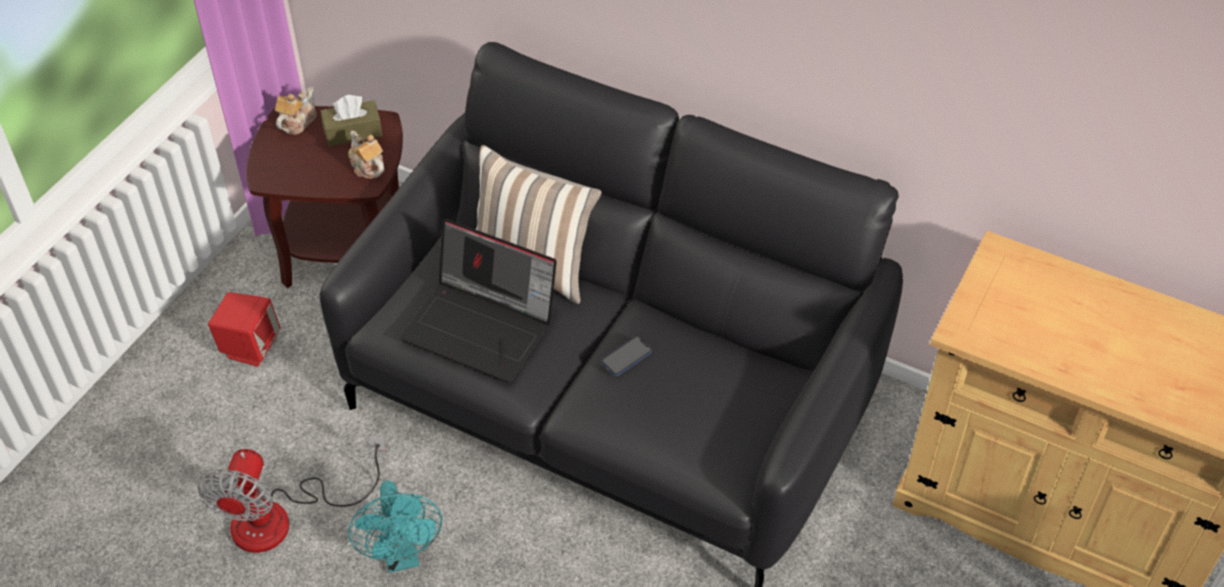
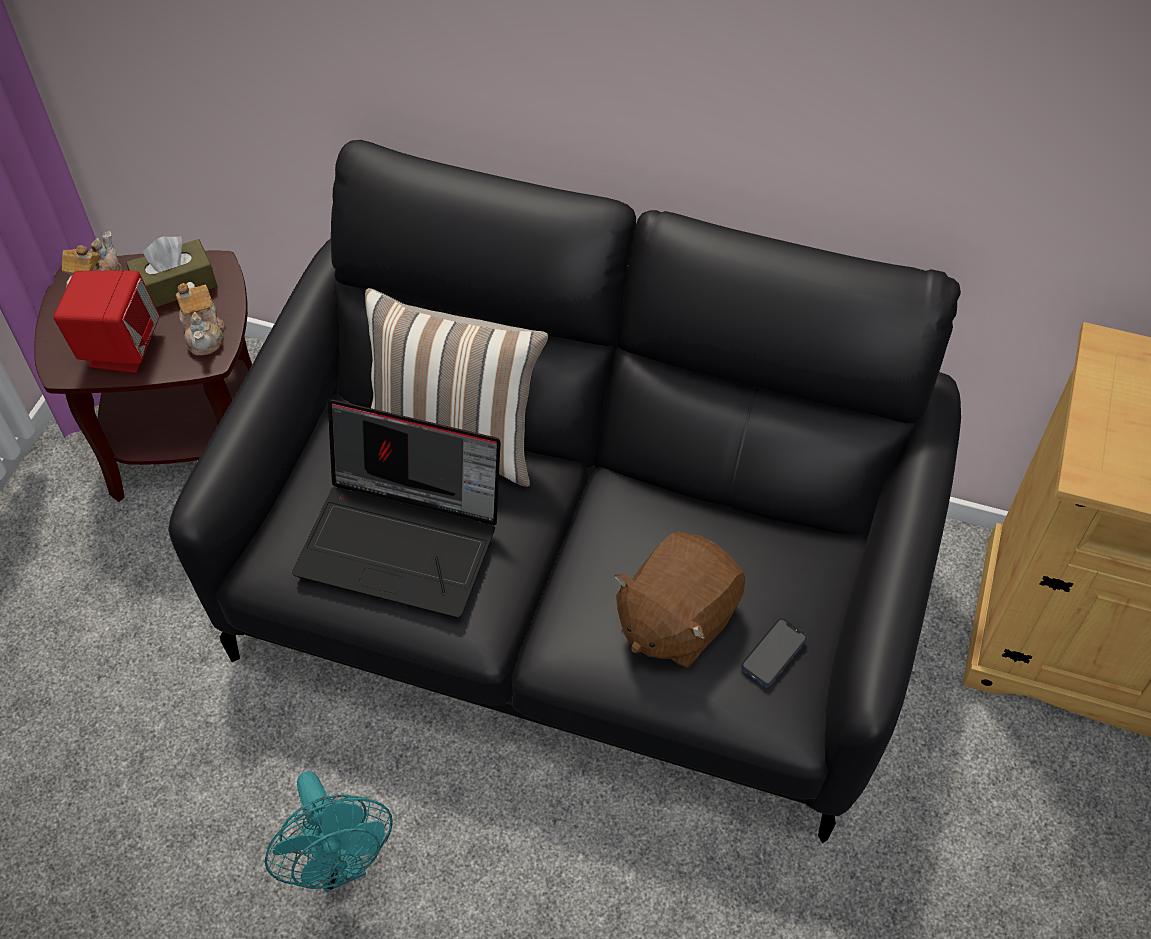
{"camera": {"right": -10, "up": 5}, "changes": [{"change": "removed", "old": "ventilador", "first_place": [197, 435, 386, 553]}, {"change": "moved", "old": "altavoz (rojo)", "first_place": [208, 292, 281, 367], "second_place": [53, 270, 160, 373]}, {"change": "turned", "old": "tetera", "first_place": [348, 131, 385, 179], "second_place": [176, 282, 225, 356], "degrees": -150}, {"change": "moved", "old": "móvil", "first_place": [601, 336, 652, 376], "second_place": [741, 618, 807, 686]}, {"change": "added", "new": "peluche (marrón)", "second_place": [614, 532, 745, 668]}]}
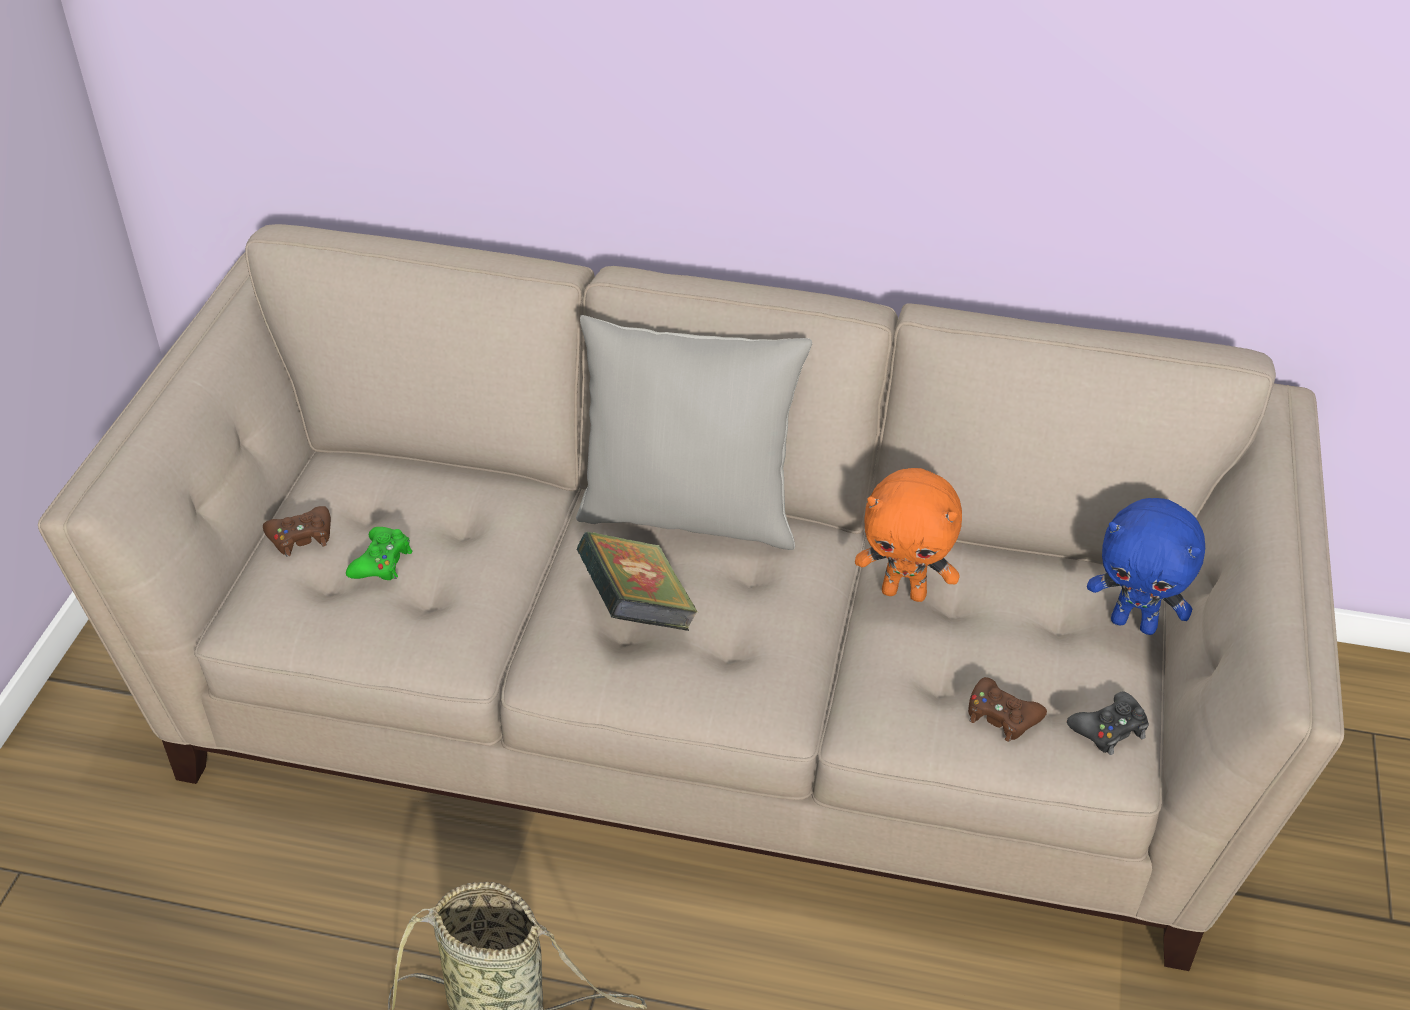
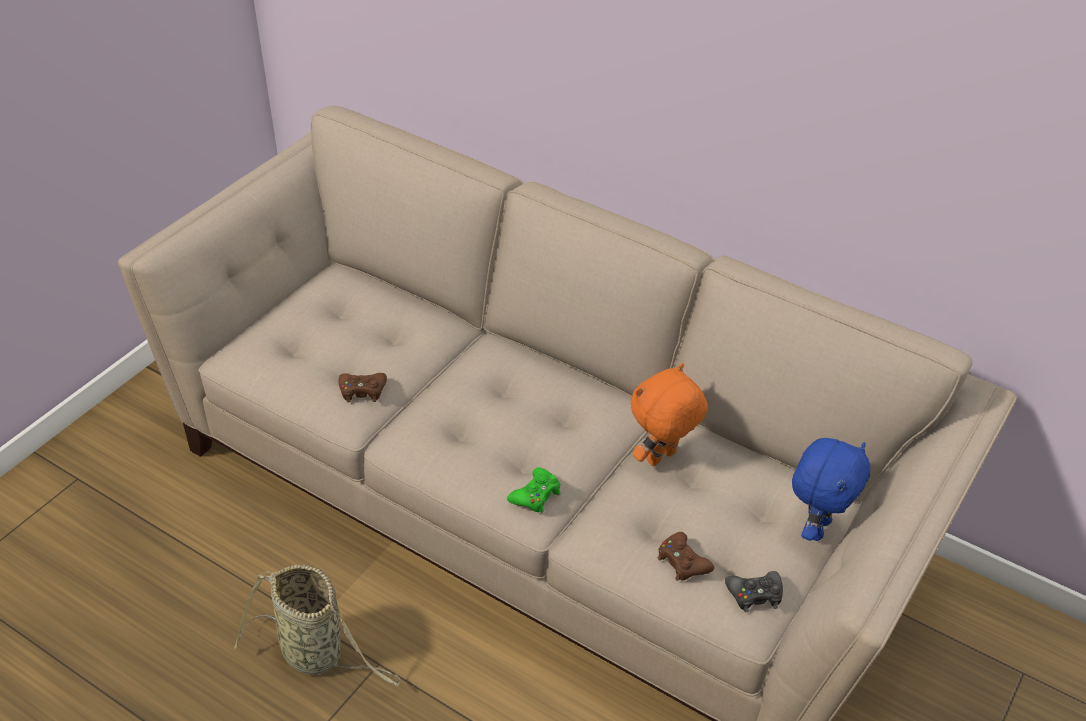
{"camera": {"right": 20, "up": 0}, "changes": [{"change": "moved", "old": "mando de consola (marrón)", "first_place": [263, 506, 331, 557], "second_place": [339, 373, 387, 403]}, {"change": "moved", "old": "mando de consola (verde)", "first_place": [346, 527, 412, 580], "second_place": [507, 467, 561, 513]}, {"change": "removed", "old": "cojín (gris)", "first_place": [576, 315, 812, 550]}, {"change": "removed", "old": "libro", "first_place": [576, 532, 698, 631]}, {"change": "turned", "old": "peluche (naranja)", "first_place": [855, 468, 962, 602], "second_place": [631, 363, 708, 466], "degrees": 105}, {"change": "turned", "old": "peluche (azul)", "first_place": [1087, 498, 1205, 635], "second_place": [792, 438, 870, 541], "degrees": -105}]}
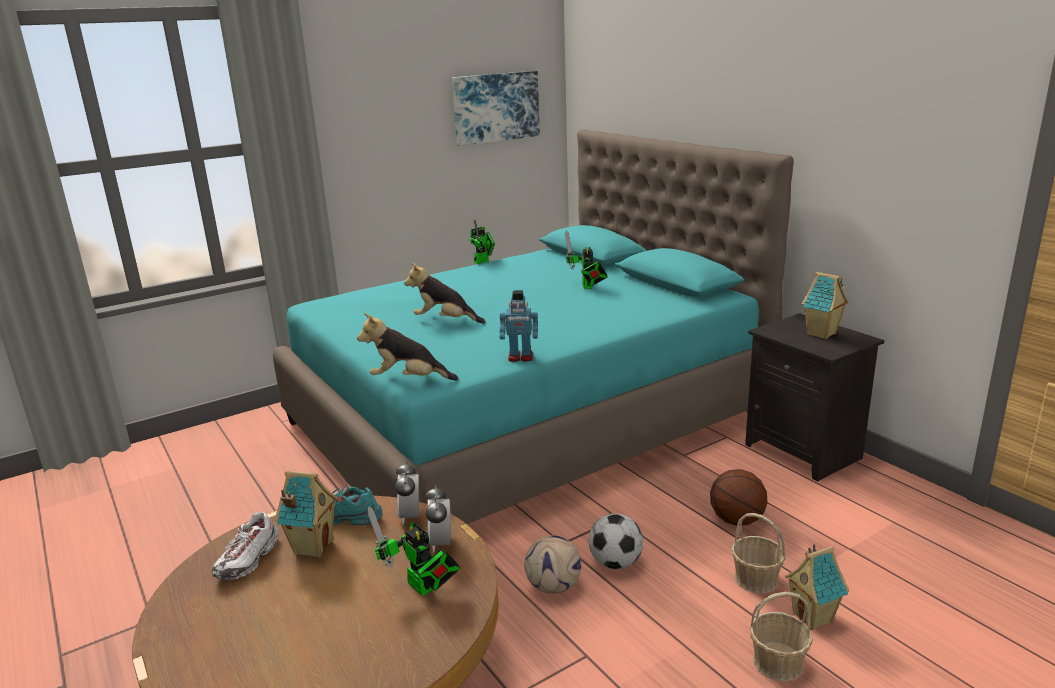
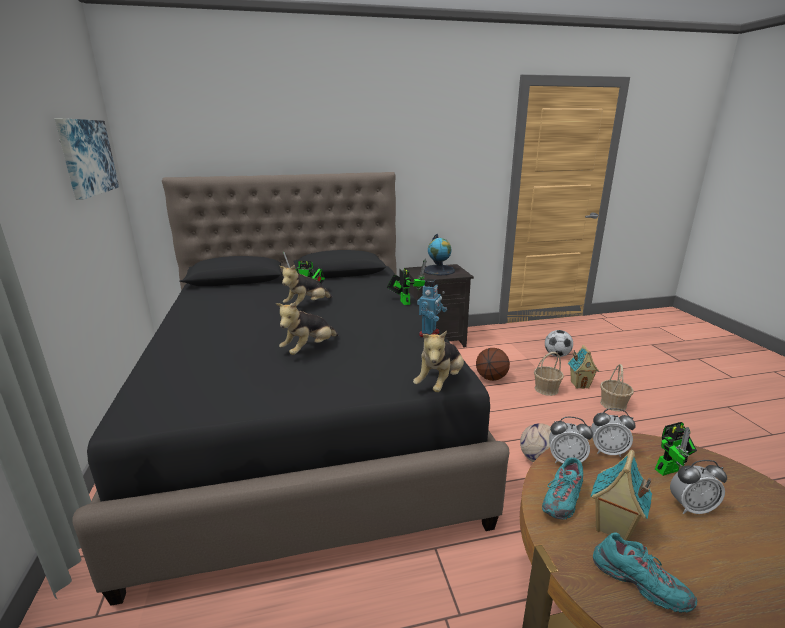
{"camera": {"right": -70, "up": 0}, "changes": [{"change": "recoloured", "old": "zapato (blanco)", "new": "zapato (turquesa)", "first_place": [212, 512, 279, 580], "second_place": [593, 532, 697, 613]}, {"change": "recoloured", "old": "cama (turquesa)", "new": "cama (negro)", "first_place": [273, 130, 794, 524], "second_place": [72, 172, 510, 606]}, {"change": "moved", "old": "robot de juguete", "first_place": [470, 219, 495, 264], "second_place": [387, 259, 427, 305]}, {"change": "moved", "old": "balón de fútbol", "first_place": [589, 513, 643, 569], "second_place": [545, 330, 573, 357]}, {"change": "replaced", "old": "casita", "new": "globo terráqueo", "first_place": [802, 272, 849, 339], "second_place": [424, 234, 455, 276]}, {"change": "added", "new": "peluche", "second_place": [280, 265, 332, 306]}, {"change": "added", "new": "despertador", "second_place": [670, 460, 727, 514]}]}
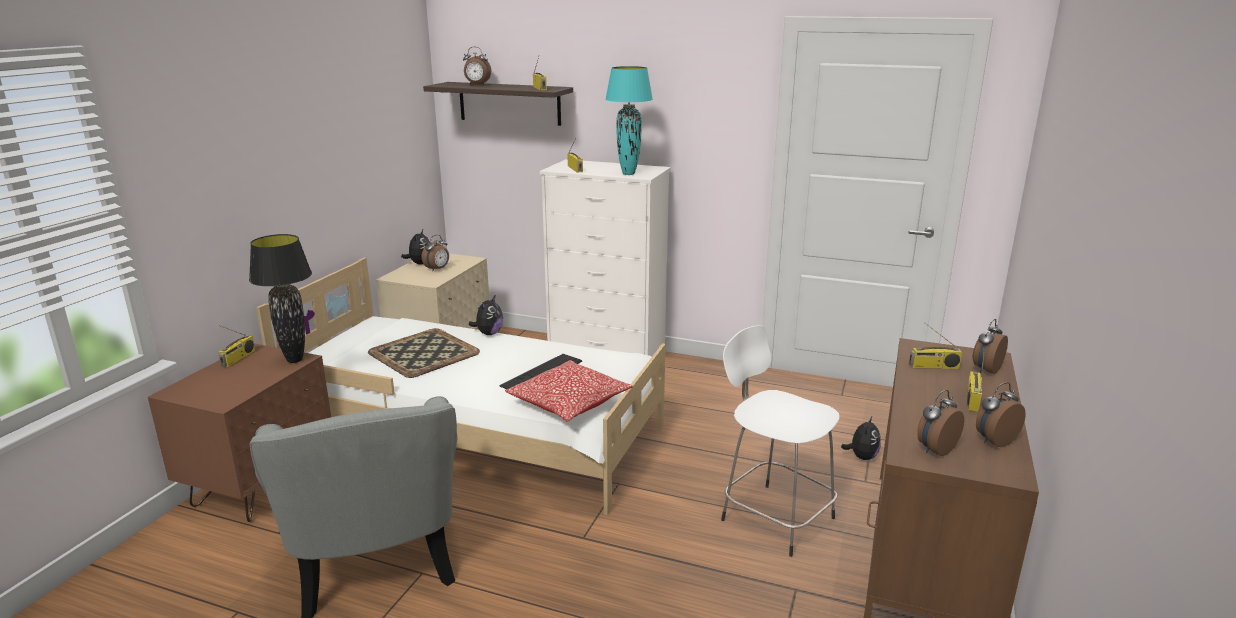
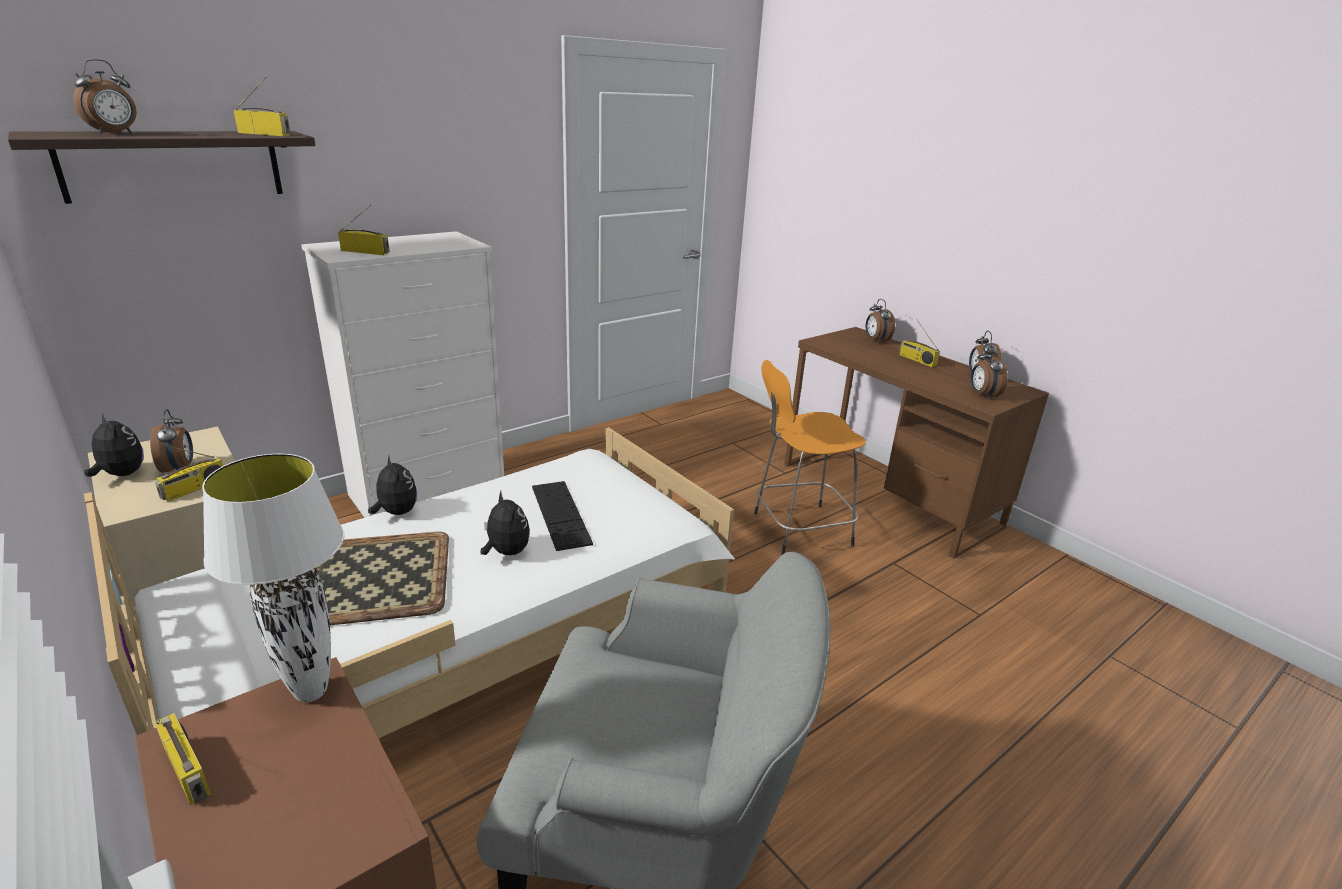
{"camera": {"right": -60, "up": 5}, "changes": [{"change": "recoloured", "old": "lámpara de mesa (negro)", "new": "lámpara de mesa (blanco)", "first_place": [249, 234, 312, 363], "second_place": [202, 454, 344, 702]}, {"change": "removed", "old": "cojín", "first_place": [505, 360, 633, 422]}, {"change": "removed", "old": "lámpara de mesa (turquesa)", "first_place": [605, 66, 653, 175]}, {"change": "recoloured", "old": "taburete (blanco)", "new": "taburete (naranja)", "first_place": [721, 325, 839, 557], "second_place": [754, 360, 866, 555]}, {"change": "moved", "old": "peluche", "first_place": [841, 416, 881, 460], "second_place": [480, 491, 530, 555]}, {"change": "moved", "old": "radio", "first_place": [909, 323, 962, 369], "second_place": [155, 443, 223, 502]}]}
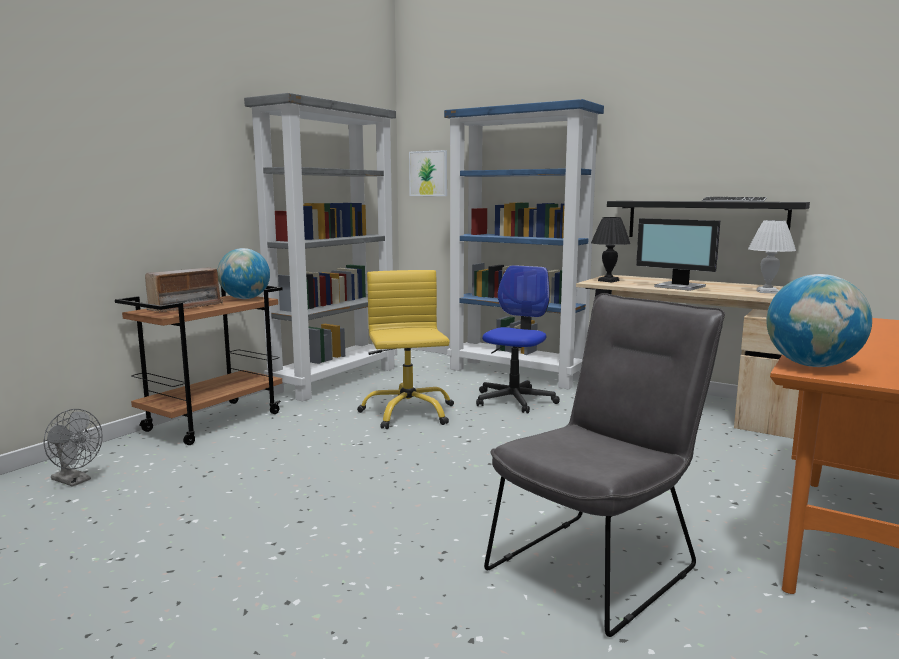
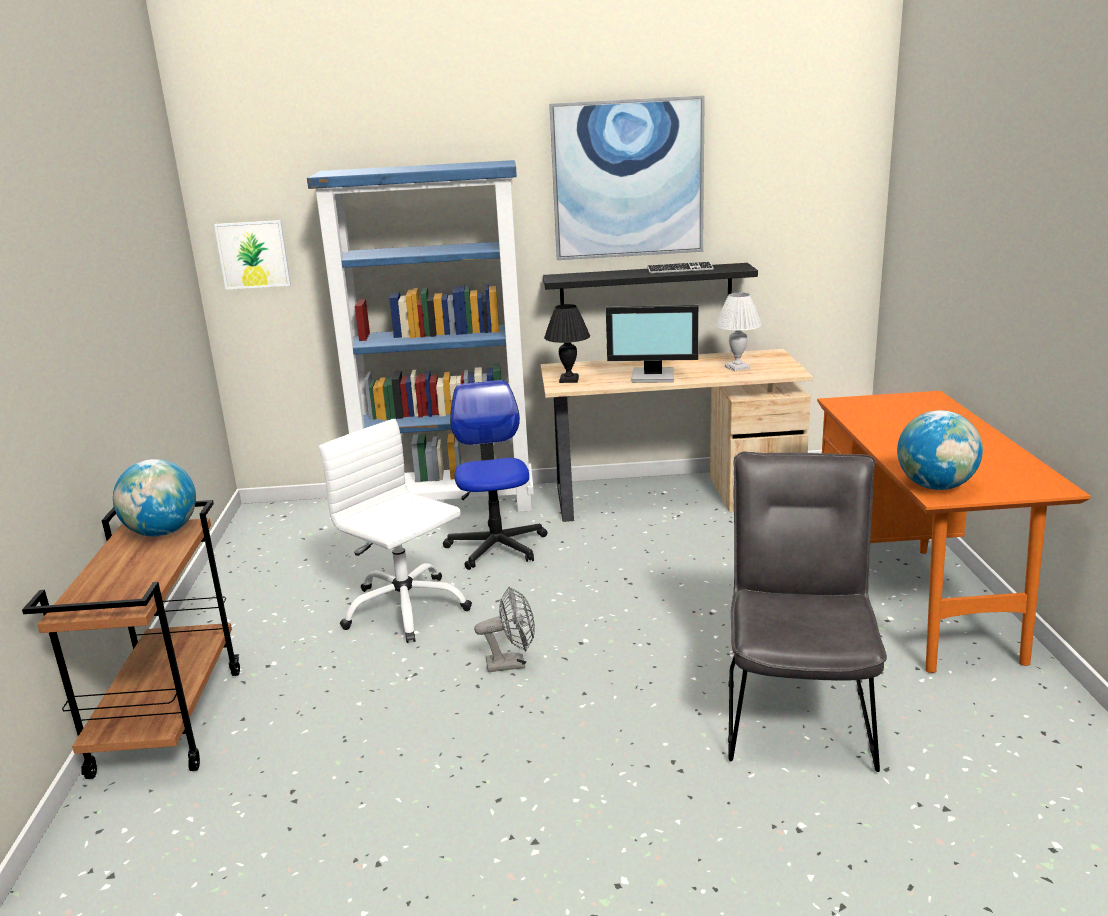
{"camera": {"right": -35, "up": 10}, "changes": [{"change": "moved", "old": "ventilador (gris)", "first_place": [43, 409, 103, 487], "second_place": [474, 587, 535, 672]}, {"change": "removed", "old": "radio", "first_place": [145, 267, 223, 313]}, {"change": "removed", "old": "estantería (gris)", "first_place": [244, 93, 397, 401]}, {"change": "recoloured", "old": "silla de oficina (amarillo)", "new": "silla de oficina (blanco)", "first_place": [357, 270, 454, 429], "second_place": [319, 419, 472, 643]}, {"change": "added", "new": "cuadro", "second_place": [549, 95, 705, 260]}]}
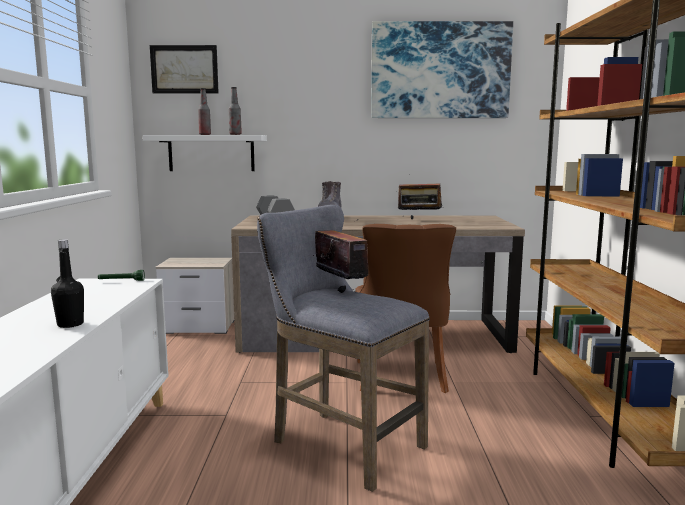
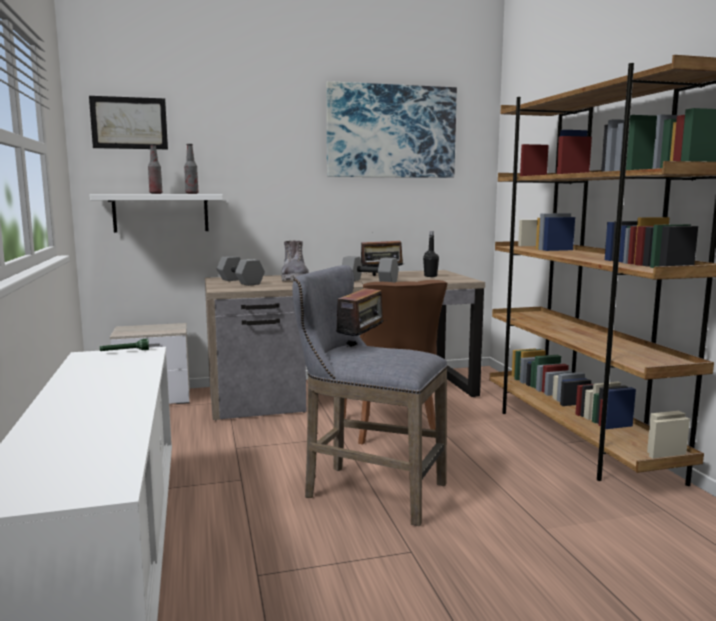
{"camera": {"right": -15, "up": 0}, "changes": [{"change": "moved", "old": "botella (negro)", "first_place": [51, 239, 84, 328], "second_place": [423, 231, 439, 277]}, {"change": "turned", "old": "radio", "first_place": [313, 220, 369, 293], "second_place": [336, 288, 387, 347], "degrees": 75}, {"change": "added", "new": "mancuerna (gris)", "second_place": [342, 256, 399, 283]}]}
